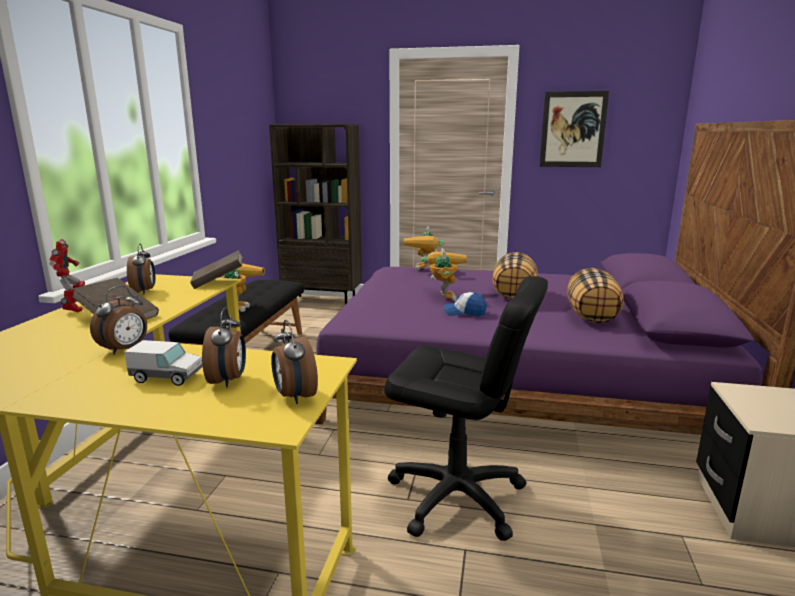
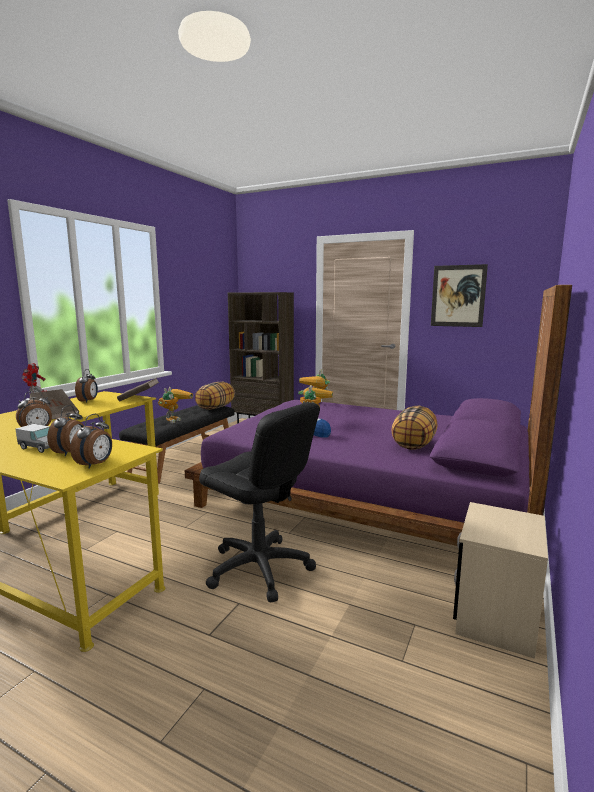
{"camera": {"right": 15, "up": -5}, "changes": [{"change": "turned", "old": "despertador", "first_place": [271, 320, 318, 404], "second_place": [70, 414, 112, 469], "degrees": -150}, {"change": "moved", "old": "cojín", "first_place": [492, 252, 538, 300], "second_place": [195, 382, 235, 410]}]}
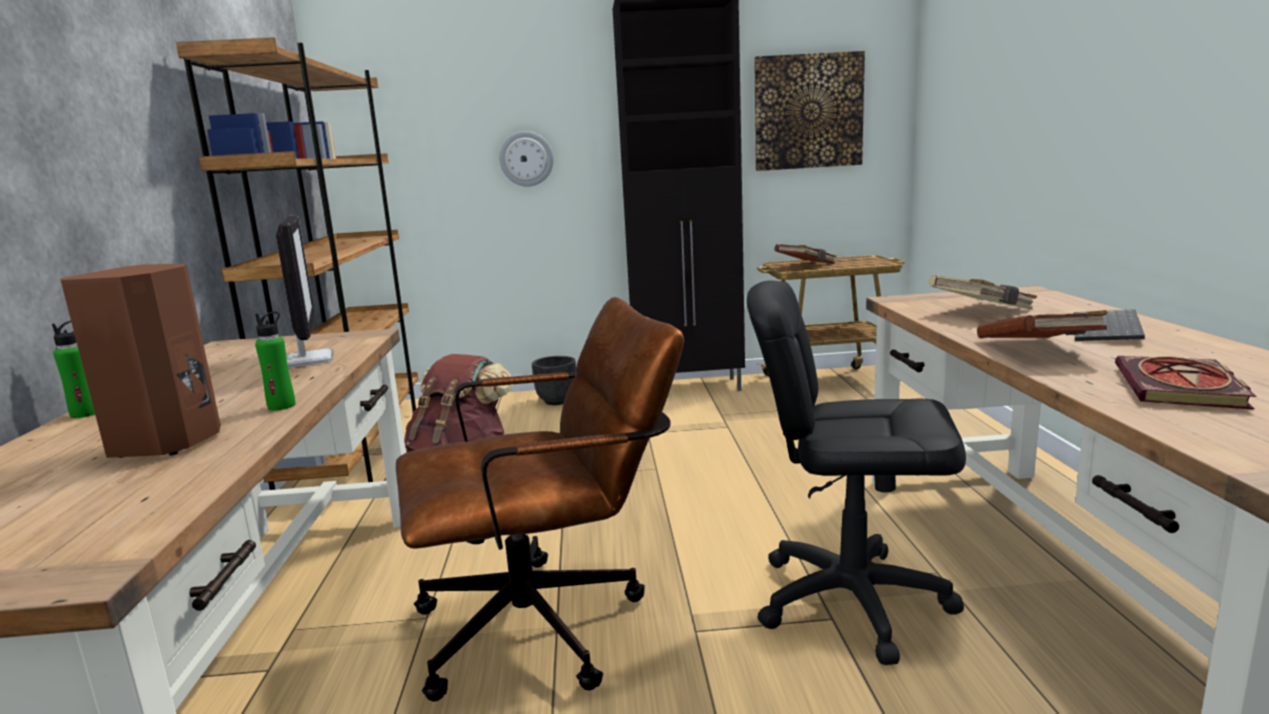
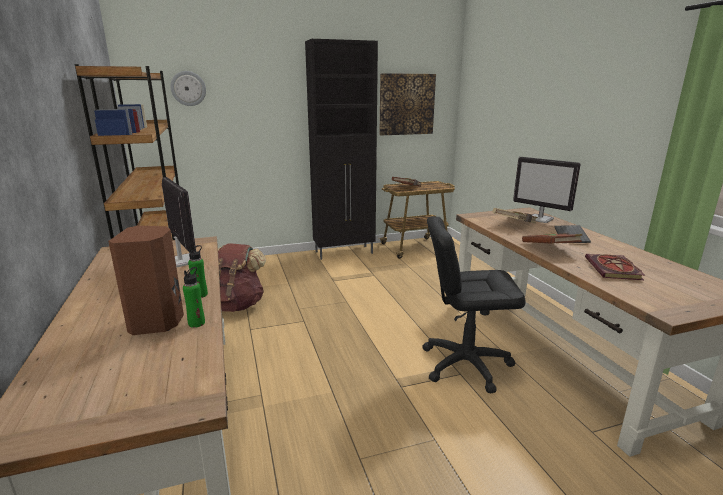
{"camera": {"right": -15, "up": 5}, "changes": [{"change": "moved", "old": "botella (verde)", "first_place": [52, 321, 95, 418], "second_place": [183, 267, 205, 328]}, {"change": "removed", "old": "silla de oficina (marrón)", "first_place": [396, 297, 684, 702]}, {"change": "moved", "old": "reloj de pared", "first_place": [499, 131, 553, 187], "second_place": [170, 71, 206, 106]}, {"change": "removed", "old": "maceta (negro)", "first_place": [532, 356, 576, 405]}, {"change": "added", "new": "monitor", "second_place": [513, 157, 581, 223]}]}
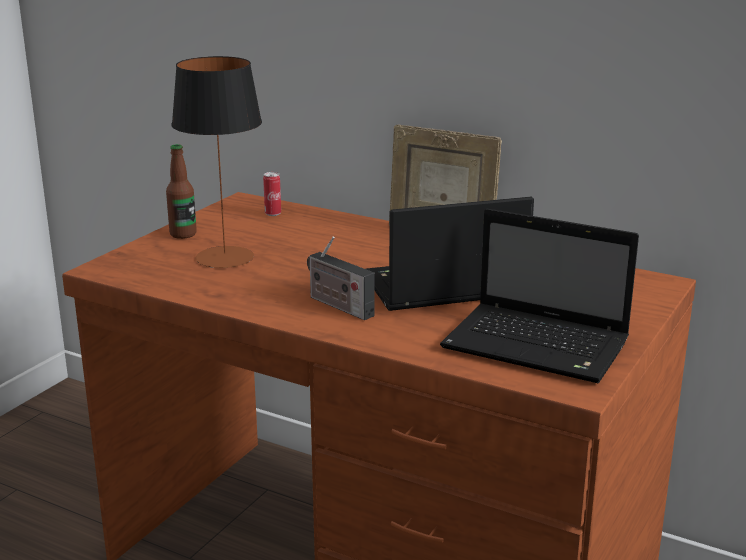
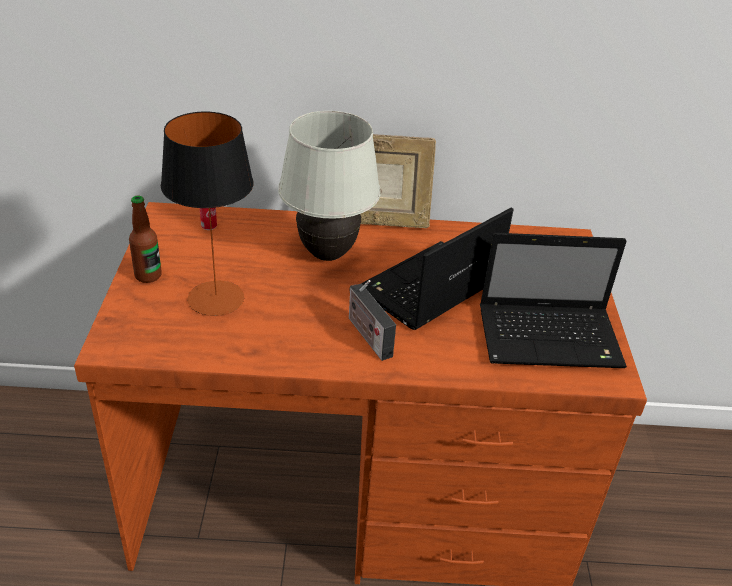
{"camera": {"right": -30, "up": 15}, "changes": [{"change": "turned", "old": "radio", "first_place": [307, 236, 374, 320], "second_place": [349, 280, 396, 361], "degrees": 45}, {"change": "added", "new": "lámpara de mesa (blanco)", "second_place": [278, 111, 381, 261]}]}
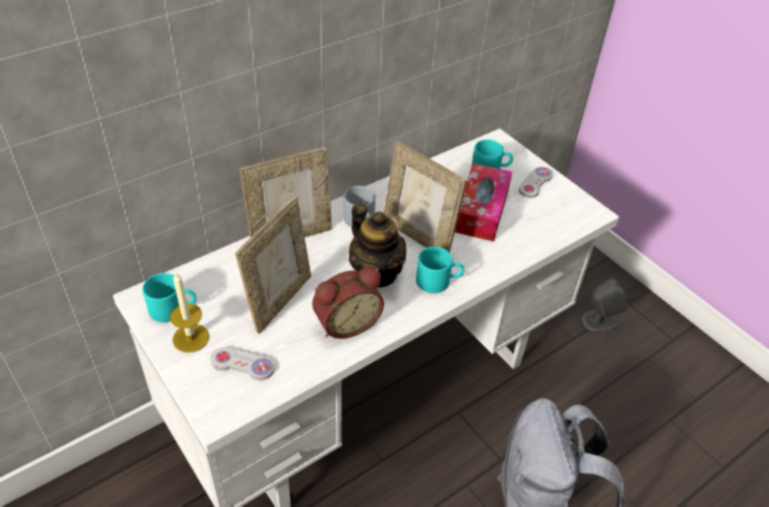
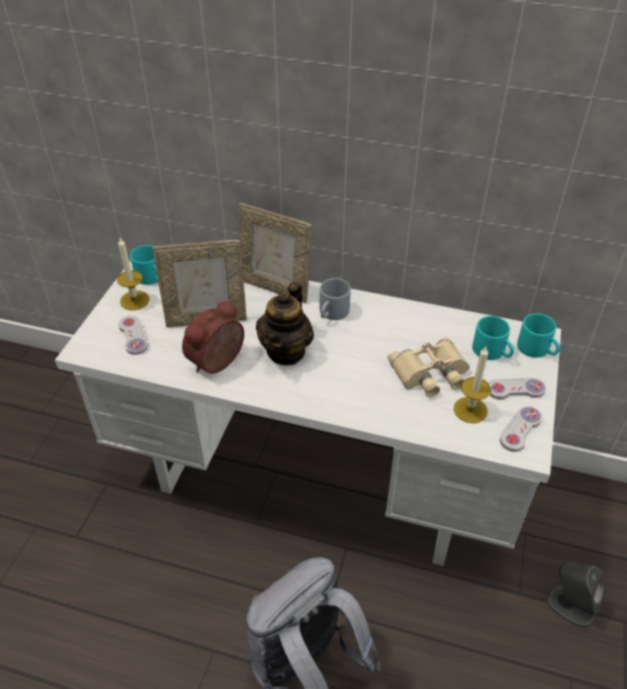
{"camera": {"right": 55, "up": 0}, "changes": [{"change": "turned", "old": "despertador", "first_place": [312, 267, 384, 339], "second_place": [182, 300, 244, 374], "degrees": 105}, {"change": "removed", "old": "portarretratos", "first_place": [384, 141, 467, 253]}, {"change": "moved", "old": "taza grande (turquesa)", "first_place": [416, 247, 464, 293], "second_place": [517, 313, 560, 358]}, {"change": "replaced", "old": "caja de pañuelos", "new": "prismáticos (beis)", "first_place": [455, 163, 512, 242], "second_place": [388, 337, 470, 397]}, {"change": "added", "new": "vela", "second_place": [454, 347, 491, 423]}, {"change": "added", "new": "mando de consola (blanco)", "second_place": [500, 406, 542, 452]}]}
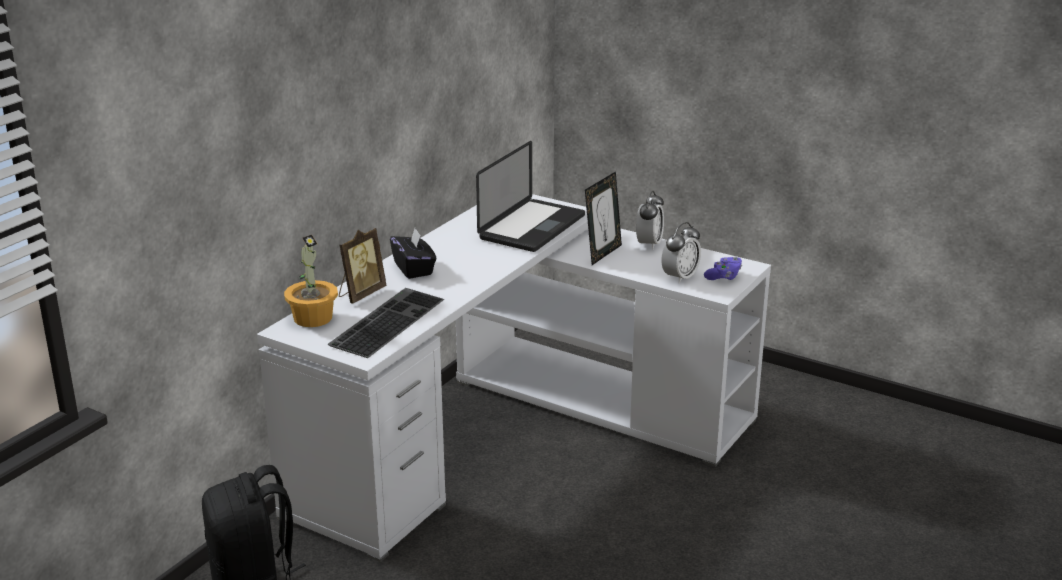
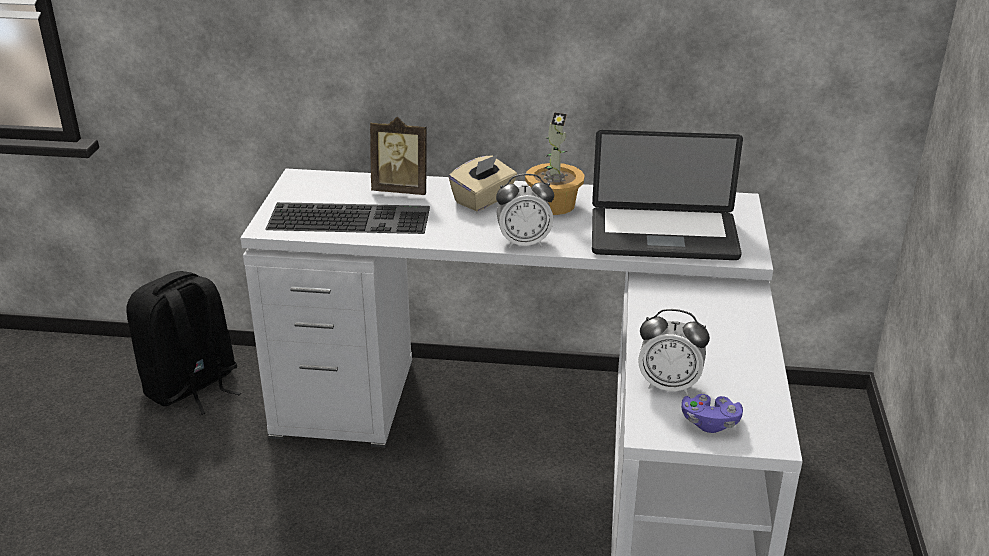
{"camera": {"right": 65, "up": 5}, "changes": [{"change": "moved", "old": "planta en maceta", "first_place": [284, 235, 338, 327], "second_place": [525, 113, 585, 215]}, {"change": "recoloured", "old": "caja de pañuelos (negro)", "new": "caja de pañuelos (beis)", "first_place": [390, 228, 437, 279], "second_place": [449, 154, 517, 211]}, {"change": "removed", "old": "portarretratos", "first_place": [585, 172, 622, 265]}, {"change": "moved", "old": "despertador", "first_place": [636, 191, 664, 250], "second_place": [496, 174, 554, 248]}]}
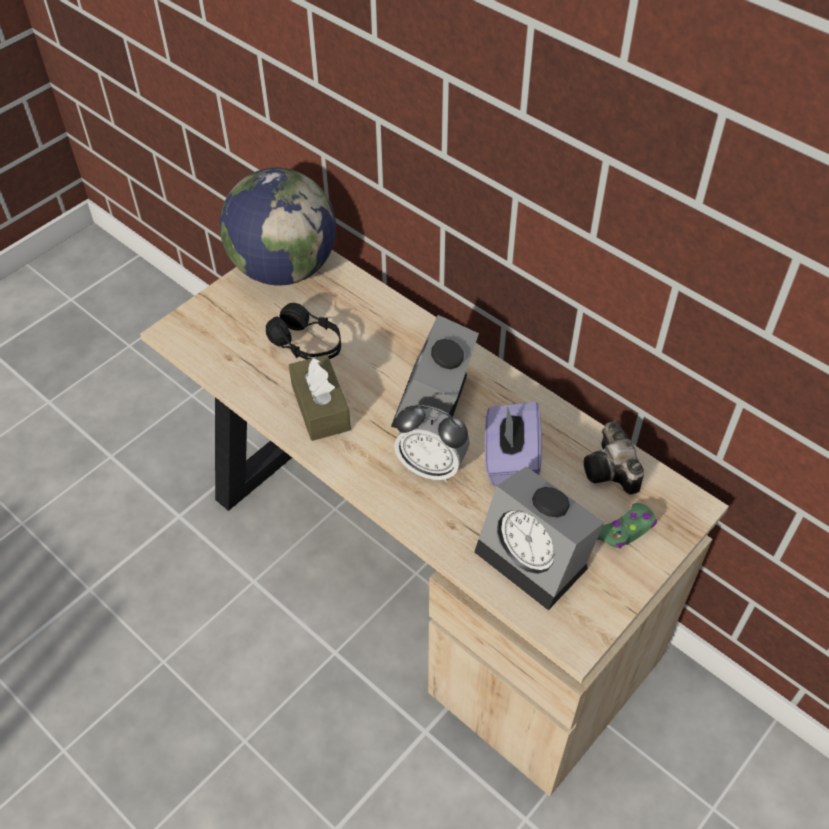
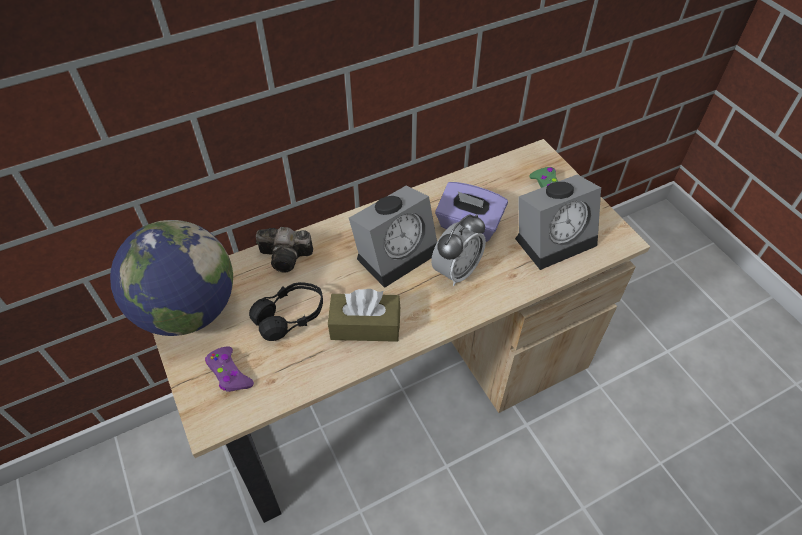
{"camera": {"right": -70, "up": 0}, "changes": [{"change": "turned", "old": "despertador", "first_place": [391, 315, 479, 428], "second_place": [349, 185, 437, 288], "degrees": -75}, {"change": "moved", "old": "cámara", "first_place": [584, 421, 644, 495], "second_place": [256, 227, 313, 273]}, {"change": "added", "new": "mando de consola (morado)", "second_place": [205, 347, 254, 392]}]}
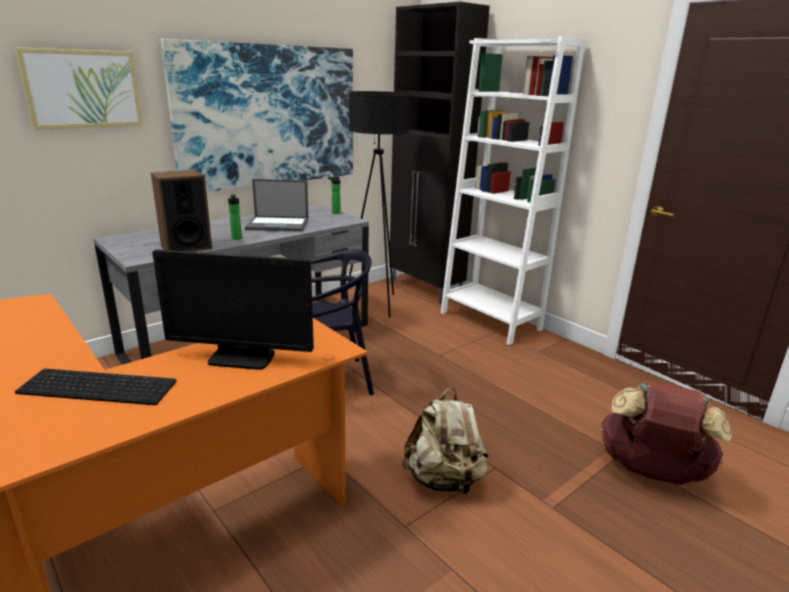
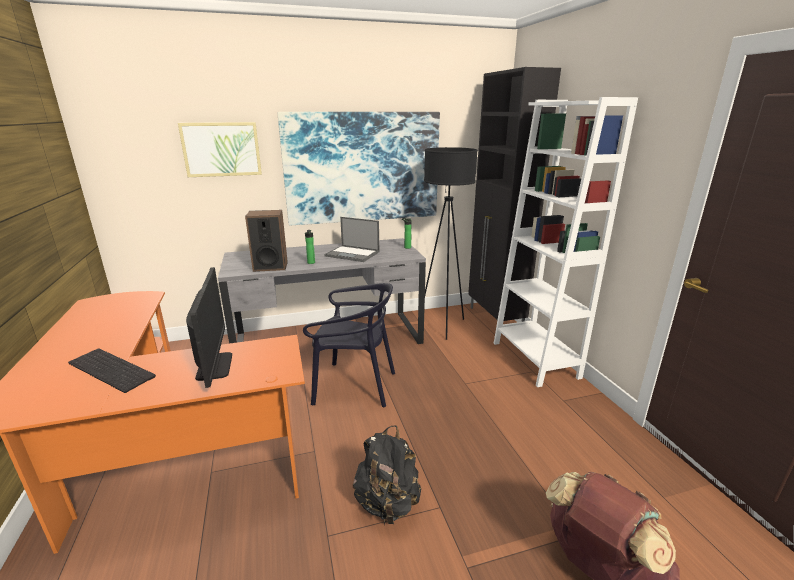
{"camera": {"right": 25, "up": 0}, "changes": [{"change": "turned", "old": "monitor", "first_place": [152, 249, 314, 370], "second_place": [186, 267, 232, 388], "degrees": -135}, {"change": "recoloured", "old": "mochila (beis)", "new": "mochila (negro)", "first_place": [402, 387, 489, 496], "second_place": [353, 426, 421, 525]}]}
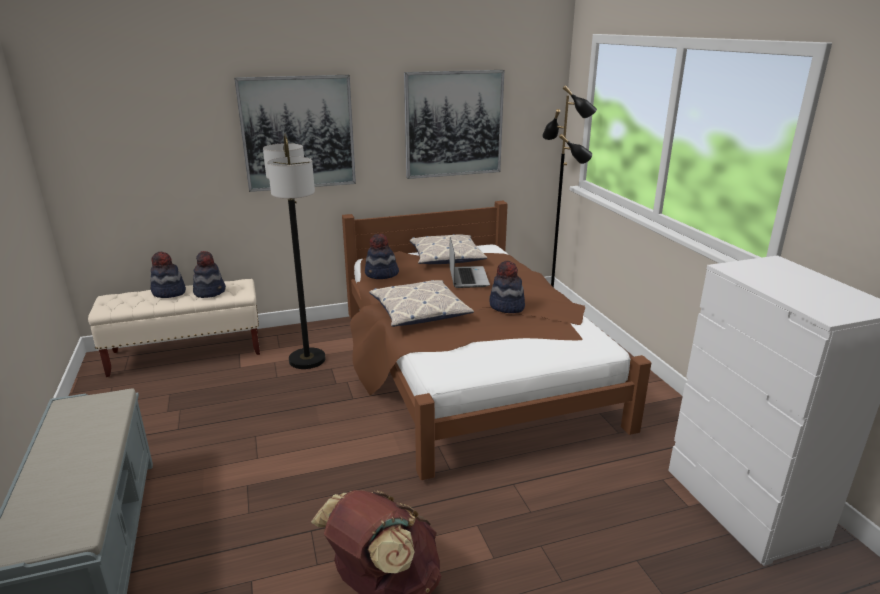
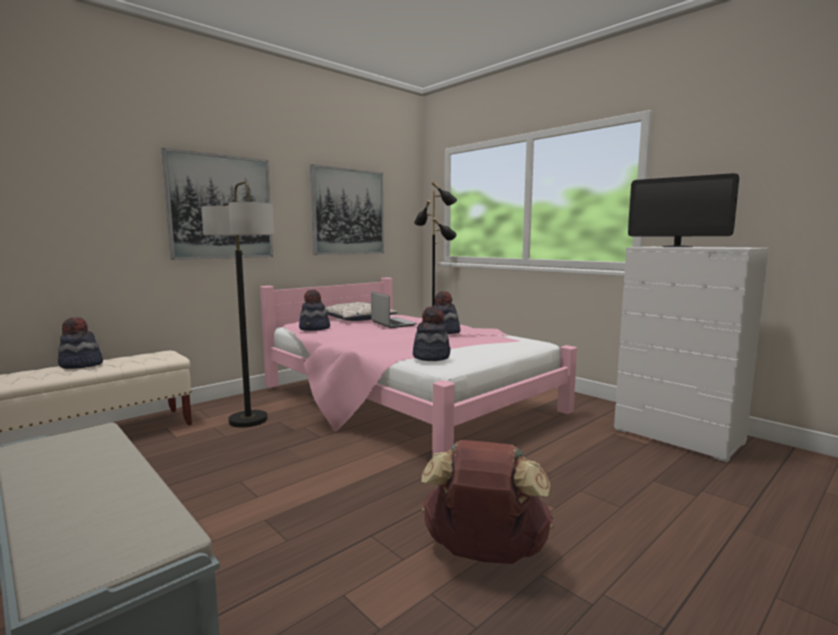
{"camera": {"right": -25, "up": -15}, "changes": [{"change": "moved", "old": "sombrero", "first_place": [193, 251, 226, 298], "second_place": [413, 306, 450, 361]}, {"change": "recoloured", "old": "cama (marrón)", "new": "cama (rosa)", "first_place": [342, 201, 652, 480], "second_place": [260, 278, 577, 455]}, {"change": "removed", "old": "cojín", "first_place": [369, 280, 474, 327]}, {"change": "added", "new": "monitor", "second_place": [628, 173, 739, 247]}]}
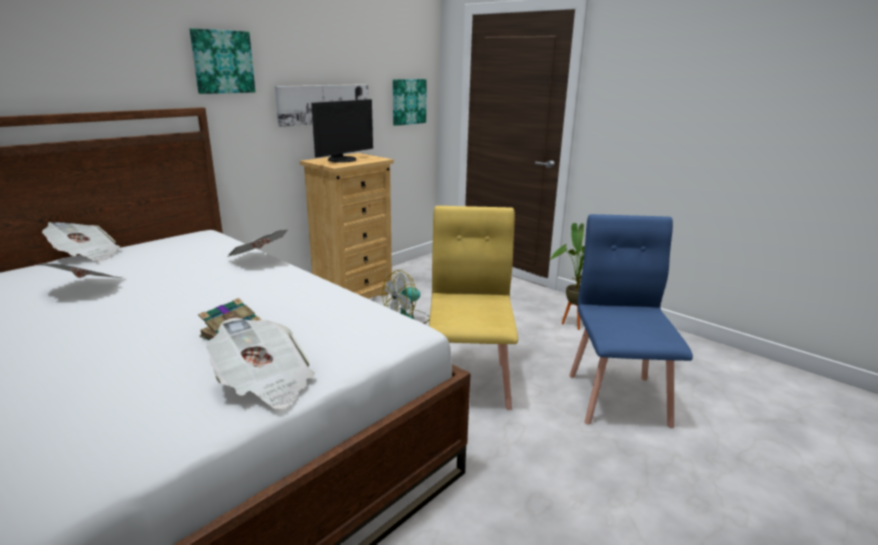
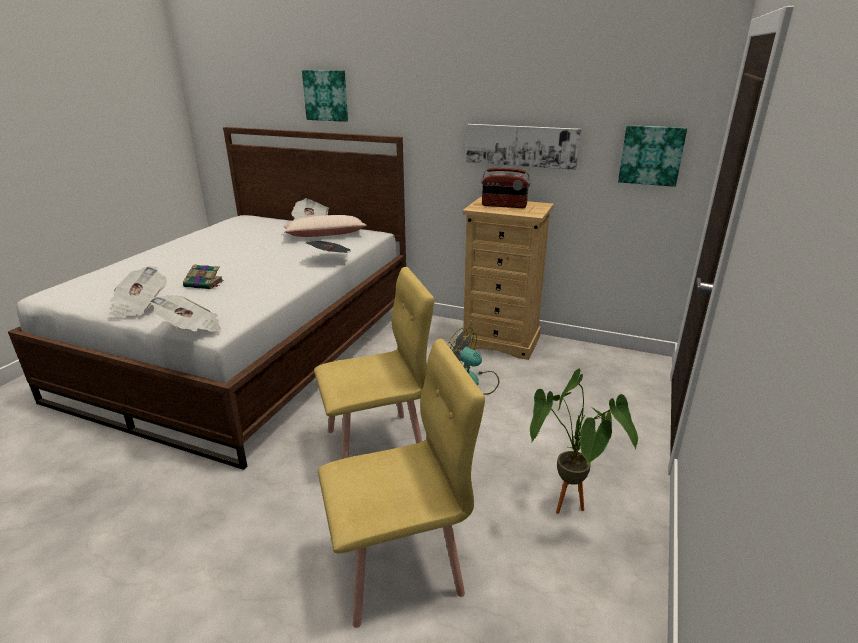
{"camera": {"right": 70, "up": 5}, "changes": [{"change": "moved", "old": "periódico", "first_place": [37, 263, 121, 278], "second_place": [149, 295, 221, 332]}, {"change": "moved", "old": "cuadro", "first_place": [190, 28, 256, 94], "second_place": [302, 70, 348, 122]}, {"change": "replaced", "old": "monitor", "new": "radio", "first_place": [311, 99, 373, 163], "second_place": [481, 168, 530, 208]}, {"change": "recoloured", "old": "silla (azul)", "new": "silla (amarillo)", "first_place": [569, 214, 693, 428], "second_place": [318, 339, 485, 628]}, {"change": "added", "new": "cojín (beis)", "second_place": [284, 215, 367, 237]}]}
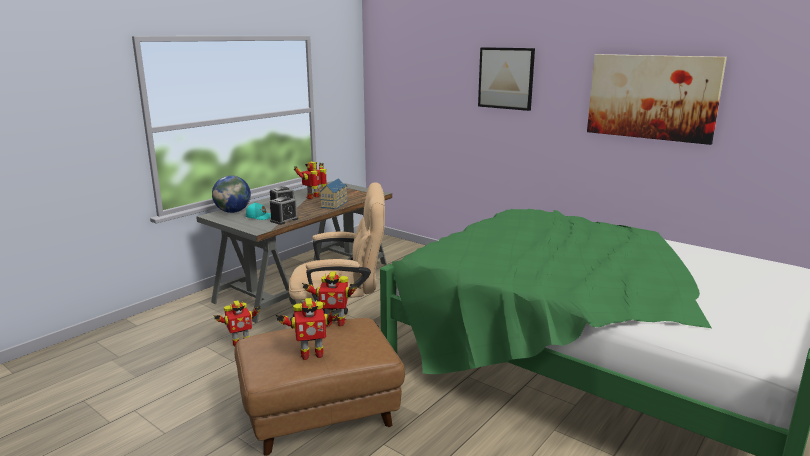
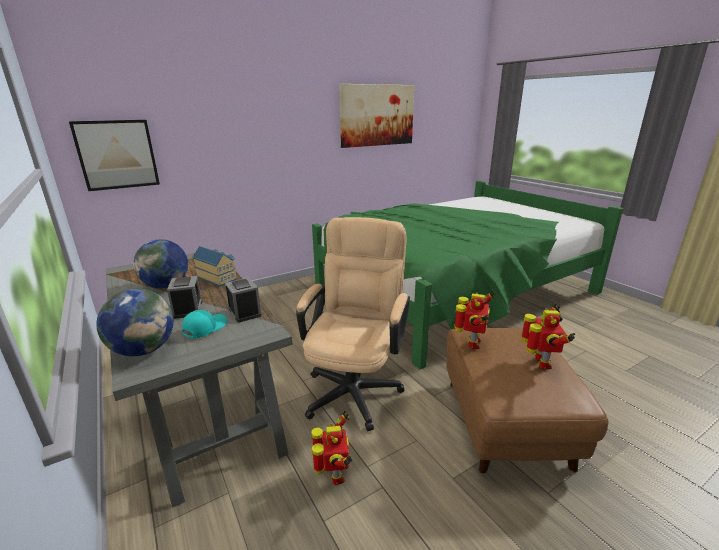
{"camera": {"right": -70, "up": 5}, "changes": [{"change": "replaced", "old": "robot de juguete", "new": "globo terráqueo", "first_place": [294, 162, 327, 199], "second_place": [133, 239, 188, 288]}, {"change": "moved", "old": "cuadro", "first_place": [478, 47, 535, 111], "second_place": [69, 120, 160, 191]}]}
